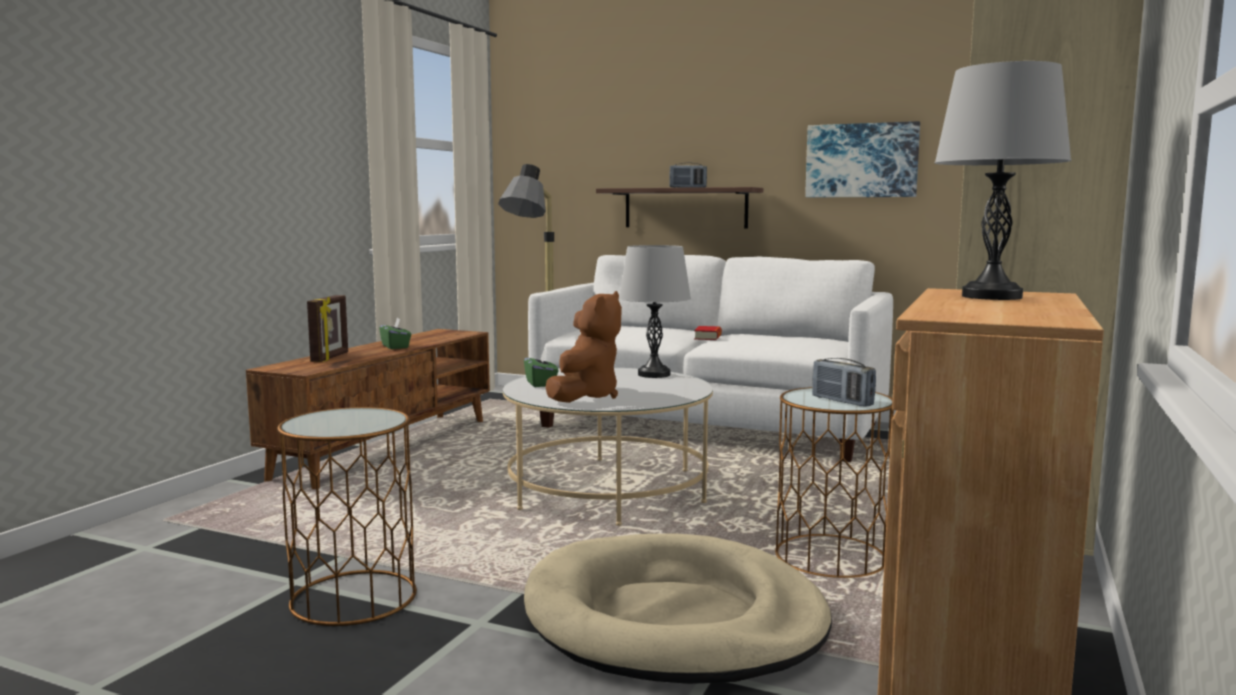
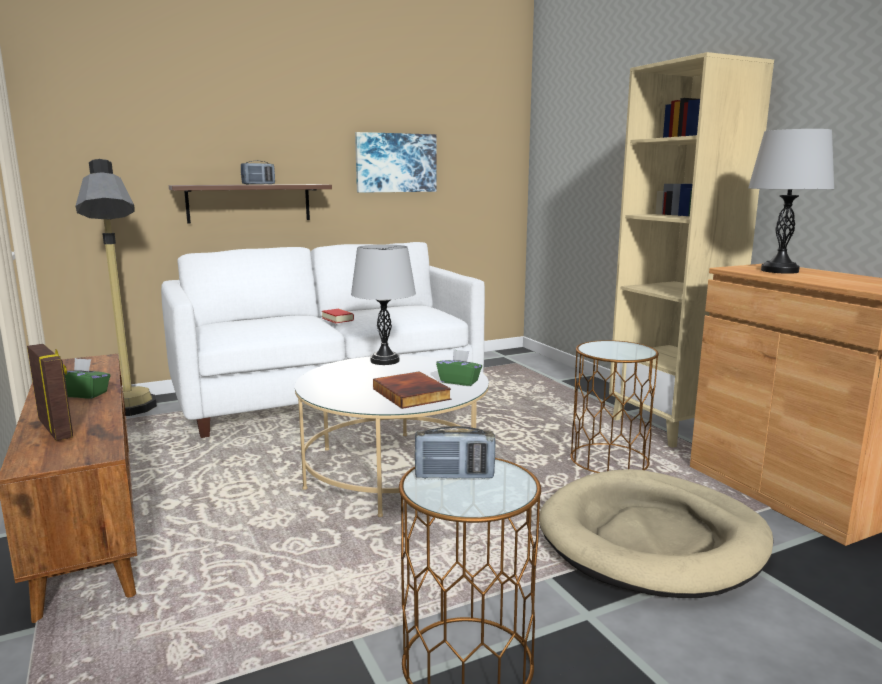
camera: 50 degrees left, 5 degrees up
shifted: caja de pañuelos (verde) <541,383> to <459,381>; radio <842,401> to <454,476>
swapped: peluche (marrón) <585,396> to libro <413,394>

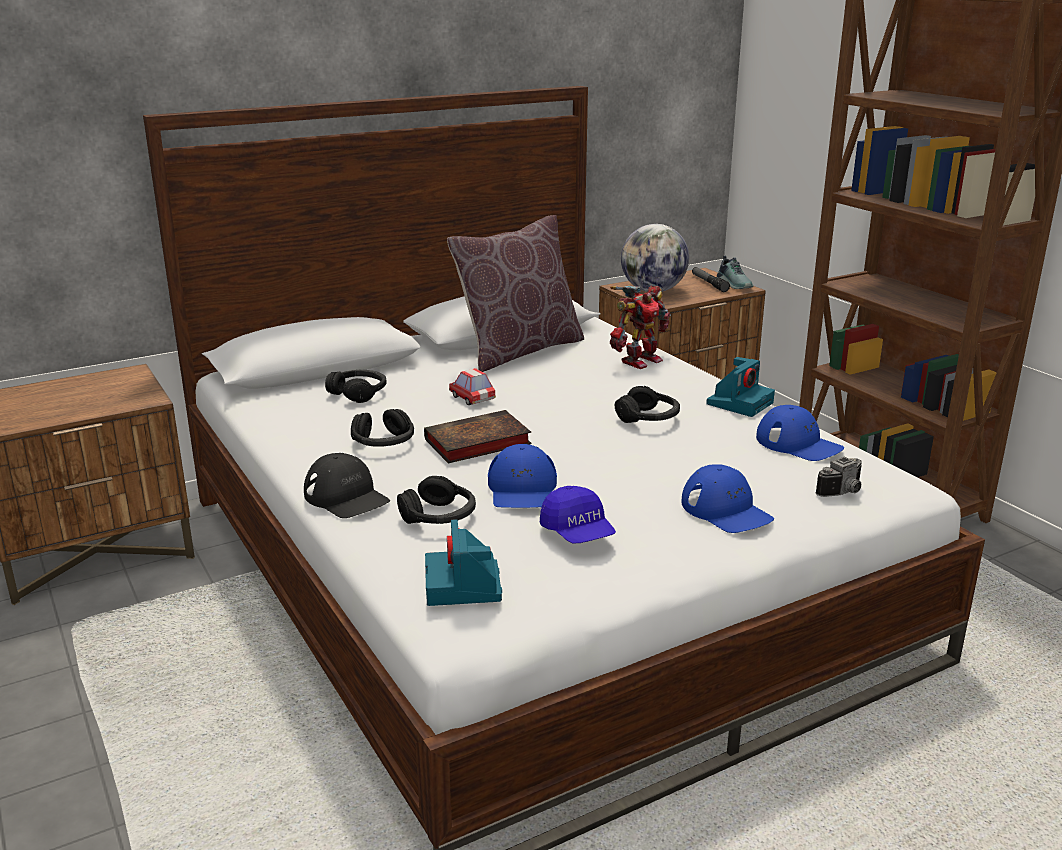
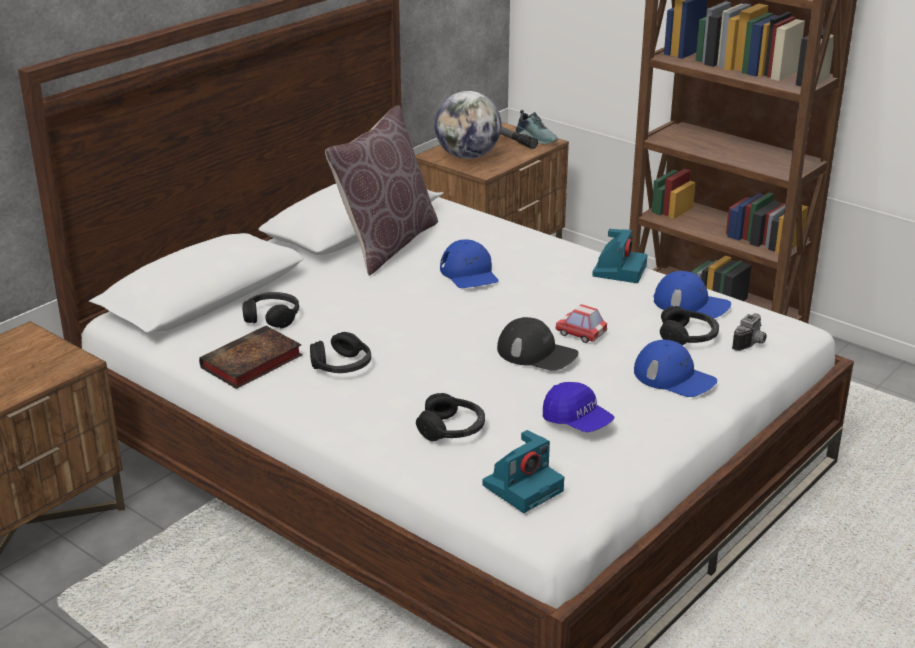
camera: 20 degrees left, 5 degrees up
gone: robot de juguete <639,360>
shifted: gorra (negro) <346,497> to <537,353>; libro <475,443> to <250,363>; coche de juguete <472,398> to <580,334>; gorra (azul) <522,489> to <469,273>; auriculares (negro) <648,418> to <688,337>
rotated: cámara <464,586> = <523,487> 105 degrees counterclockwise

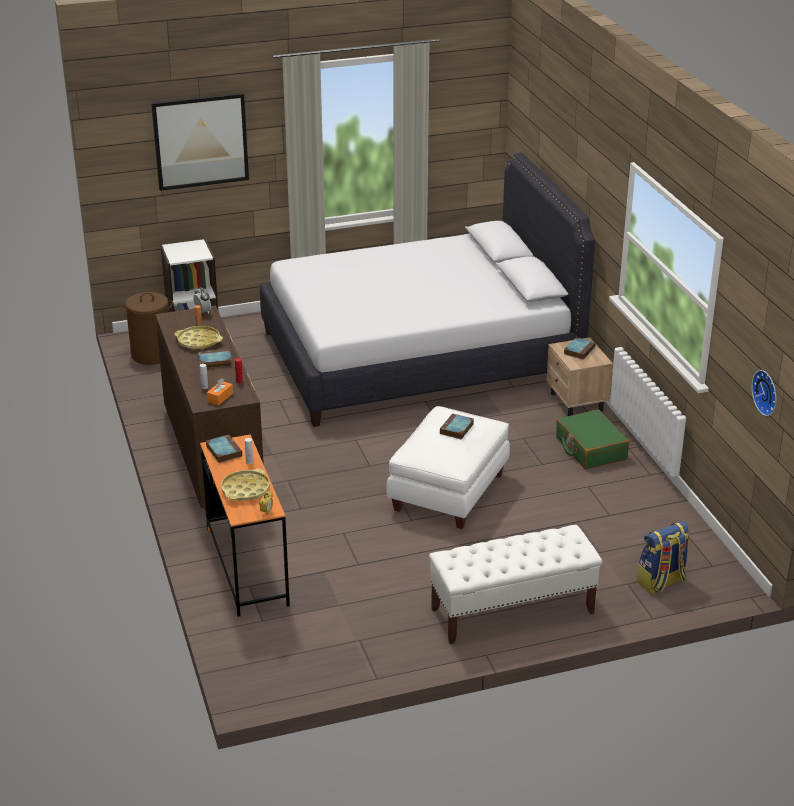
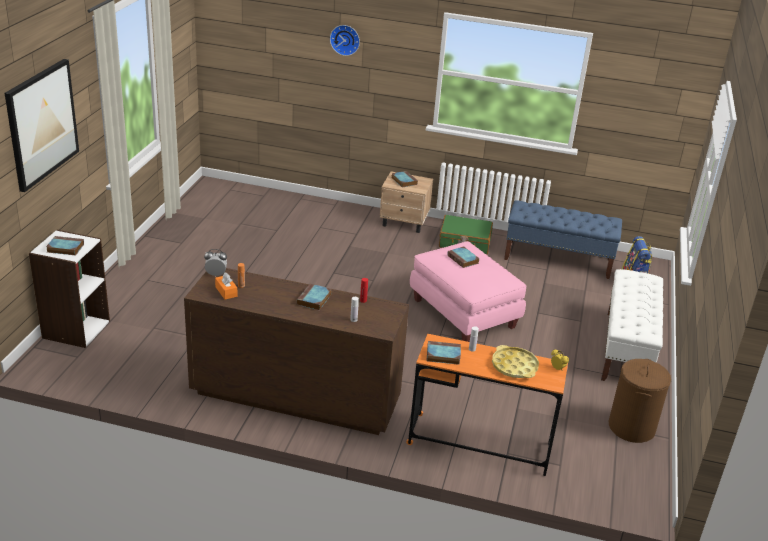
camera: 60 degrees left, 0 degrees up
gone: bandeja (amarillo) <199,341>; cama (blanco) <418,356>
new: libro <64,248>; banco (azul) <558,259>
shifted: cesto de la ropa (marrón) <151,355> to <631,427>; caja de pañuelos (naranja) <220,397> to <226,291>; reloj de pared <767,392> to <345,39>
repainted: puf (blanco) <449,492> to puf (rosa) <464,313>

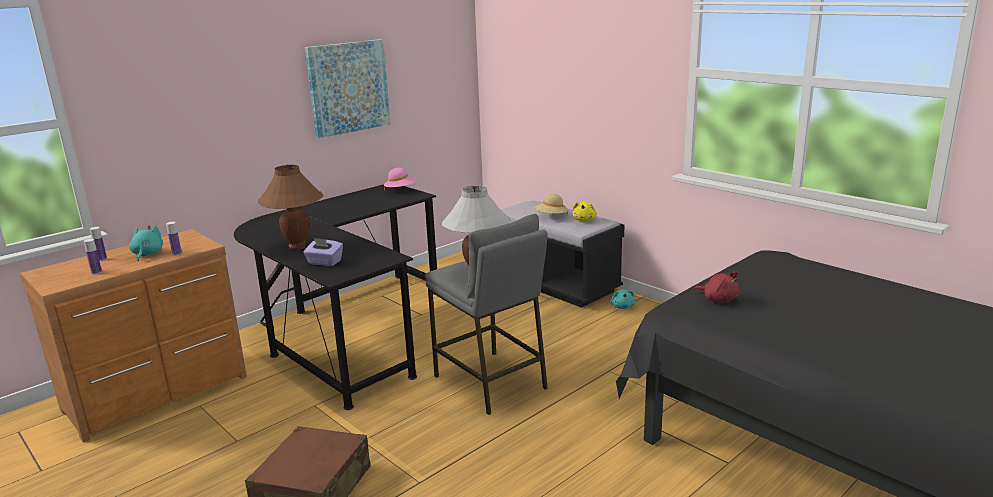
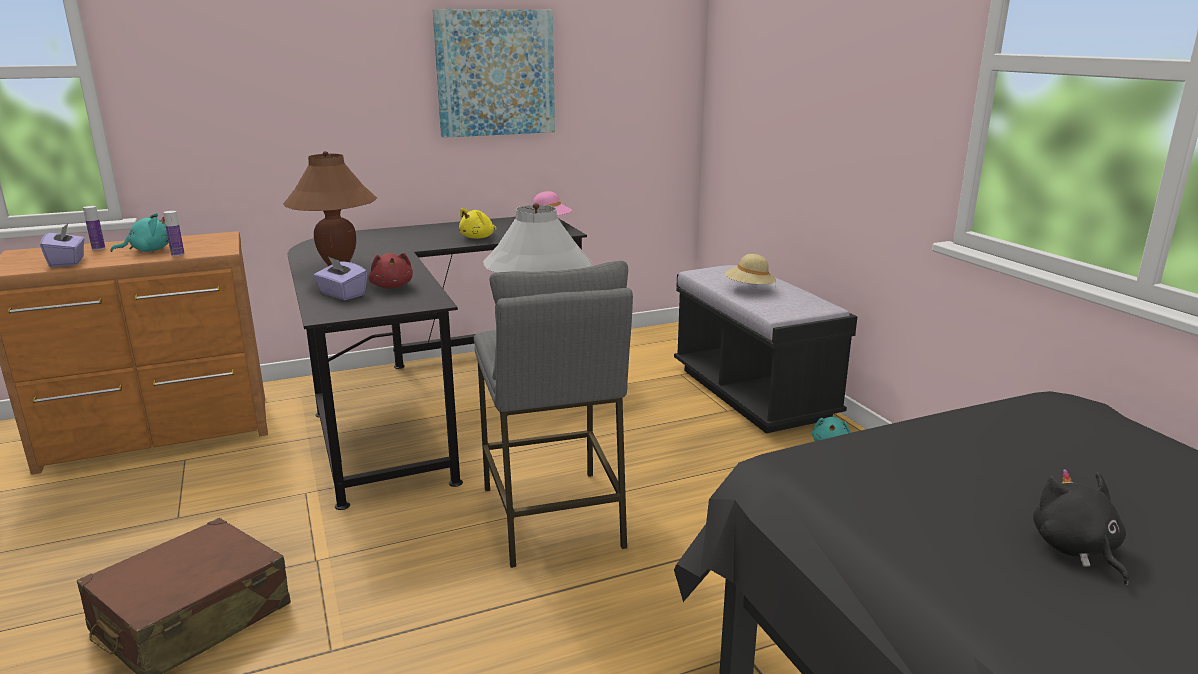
camera: 20 degrees right, 0 degrees up
new: peluche (negro) <1076,549>
shifted: peluche (amarillo) <584,220> to <478,237>; peluche (rojo) <718,299> to <392,286>
swapped: botella <96,272> to caja de pañuelos (morado) <68,262>
rotated: peluche (turquesa) <147,254> = <148,251> 45 degrees clockwise

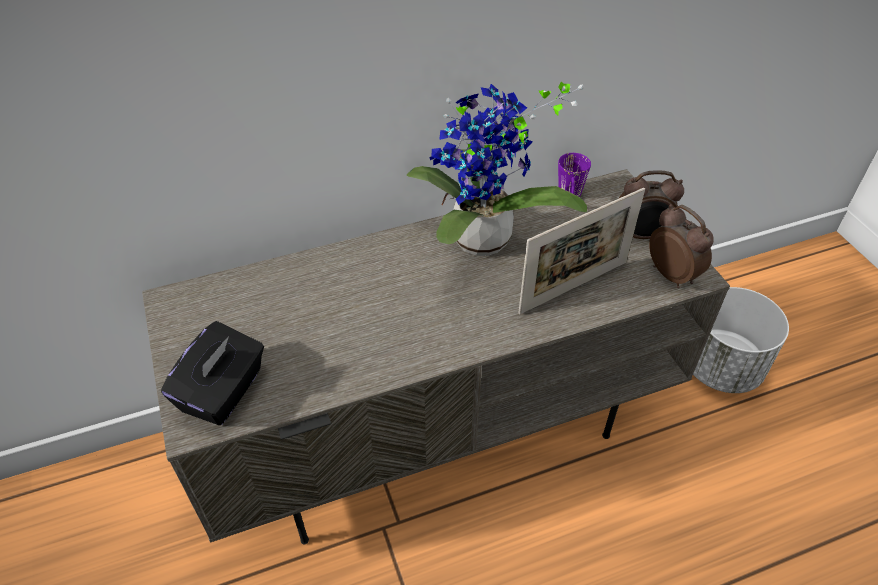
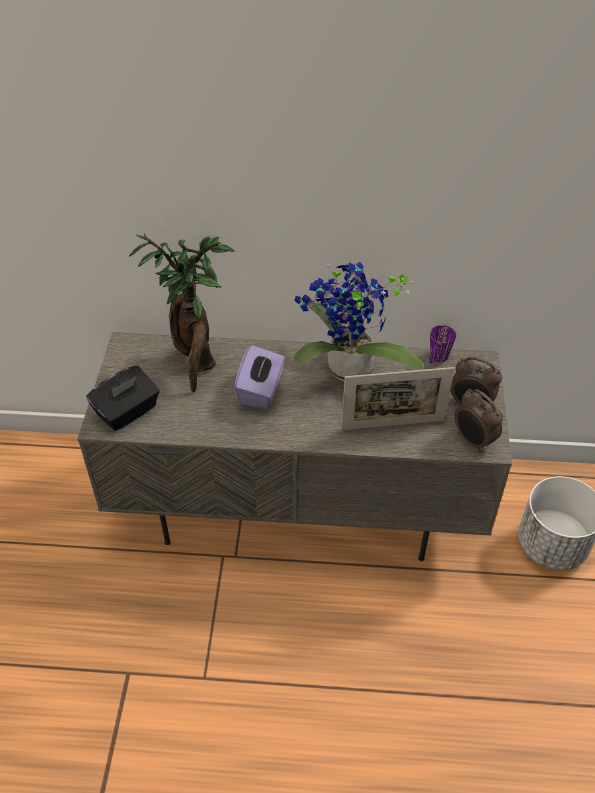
camera: 25 degrees right, 0 degrees up
new: planta en maceta <196,363>; caja de pañuelos (morado) <261,390>
rotated: despertador <672,274> = <473,441> 150 degrees clockwise

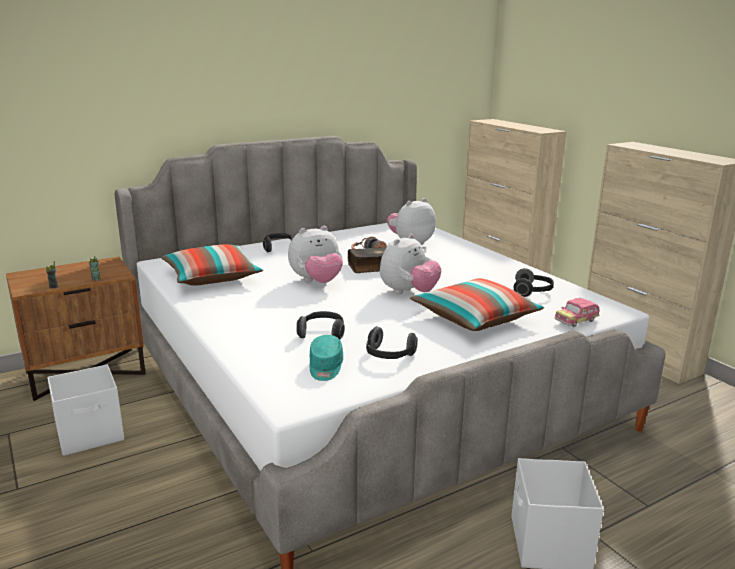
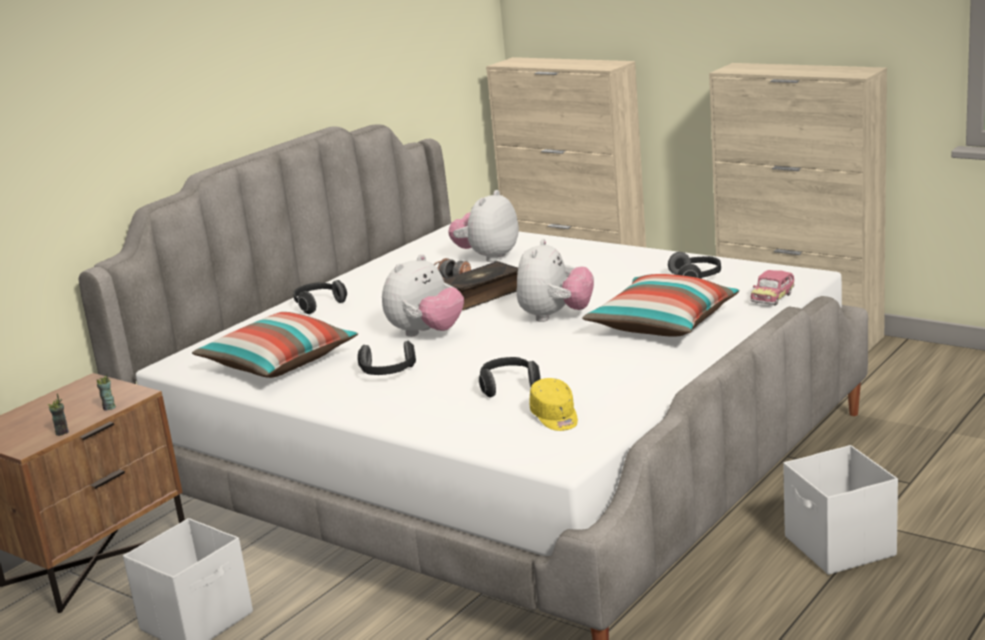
camera: 20 degrees left, 0 degrees up
shifted: auriculares <388,356> to <387,373>
repainted: gorra (turquesa) <325,367> to gorra (amarillo) <555,417>

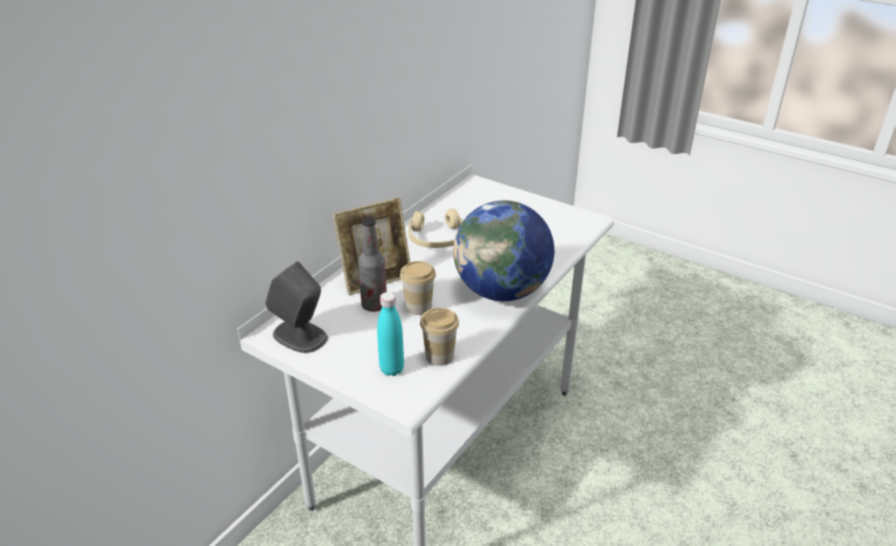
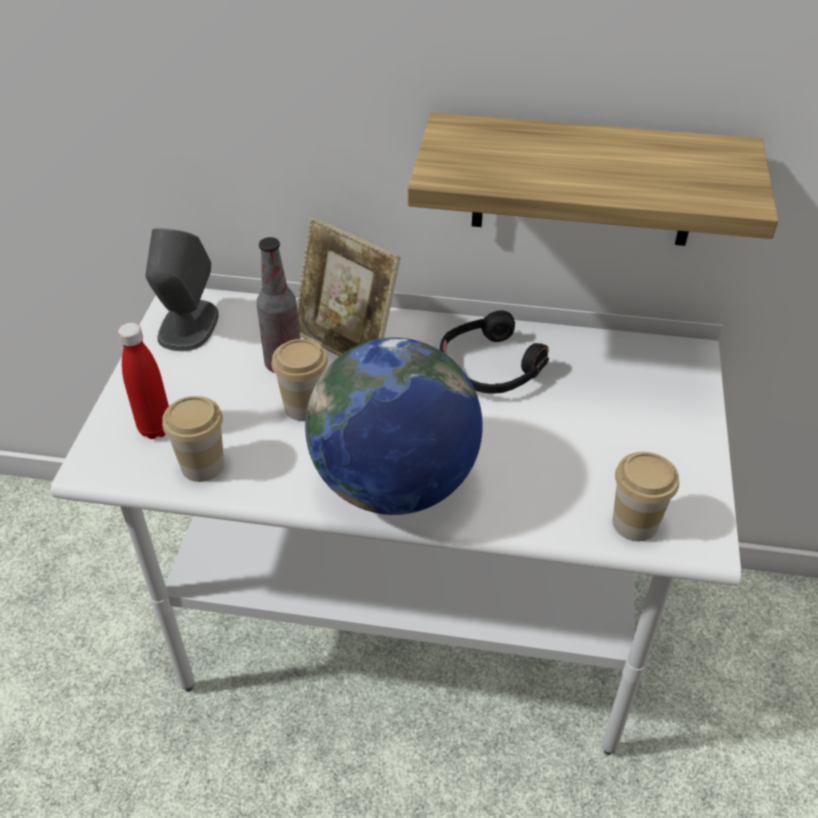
camera: 65 degrees right, 10 degrees up
new: estante <585,181>; taza <635,523>
repainted: botella (turquesa) <392,369> to botella (rojo) <155,428>; auriculares (beis) <437,238> to auriculares (negro) <490,367>

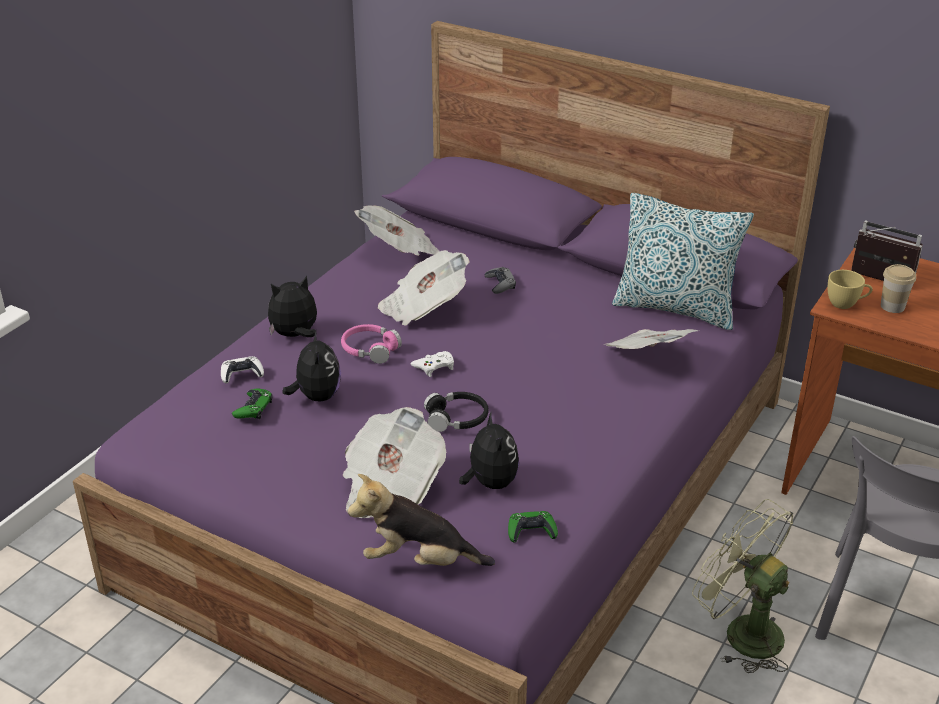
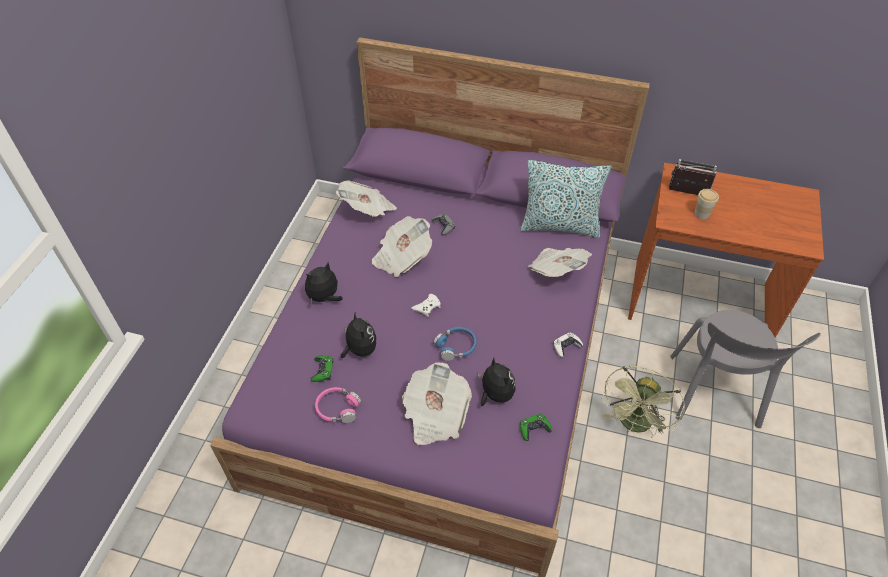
camera: 15 degrees left, 15 degrees up
gone: peluche <419,561>; taza (amarillo) <846,304>
shifted: mando de consola (blanco) <242,374> to <566,346>; auriculares (rosa) <370,350> to <338,408>
repainted: auriculares (negro) <457,419> to auriculares (azul) <456,347>
rotated: ventilador (verde) <741,632> = <634,425> 90 degrees counterclockwise

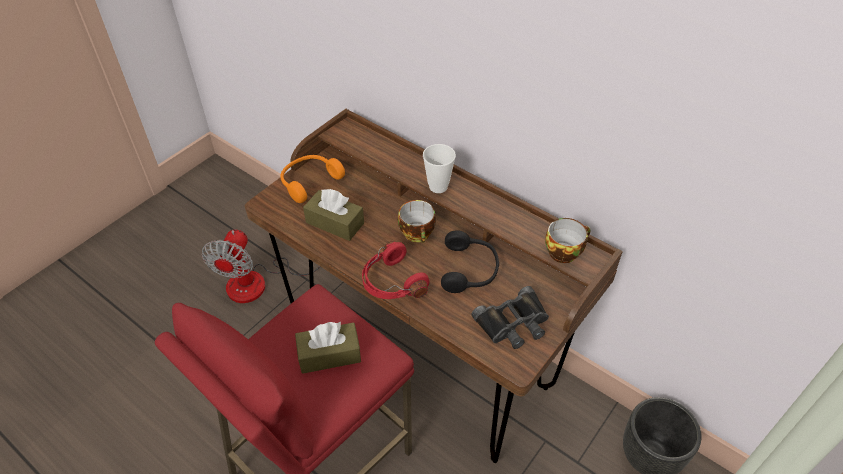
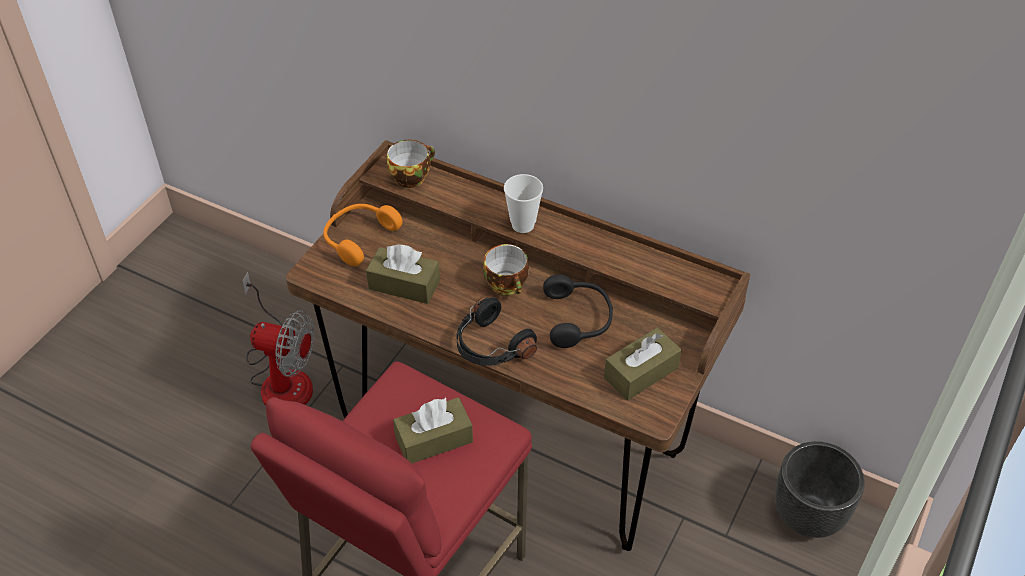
camera: 10 degrees left, 0 degrees up
shifted: taza <564,251> to <411,176>
swapped: prismáticos (negro) <513,323> to caja de pañuelos (marrón) <641,372>
repainted: auriculares (rojo) <392,282> to auriculares (negro) <491,346>
rotated: ventilador <260,282> = <282,377> 75 degrees counterclockwise

